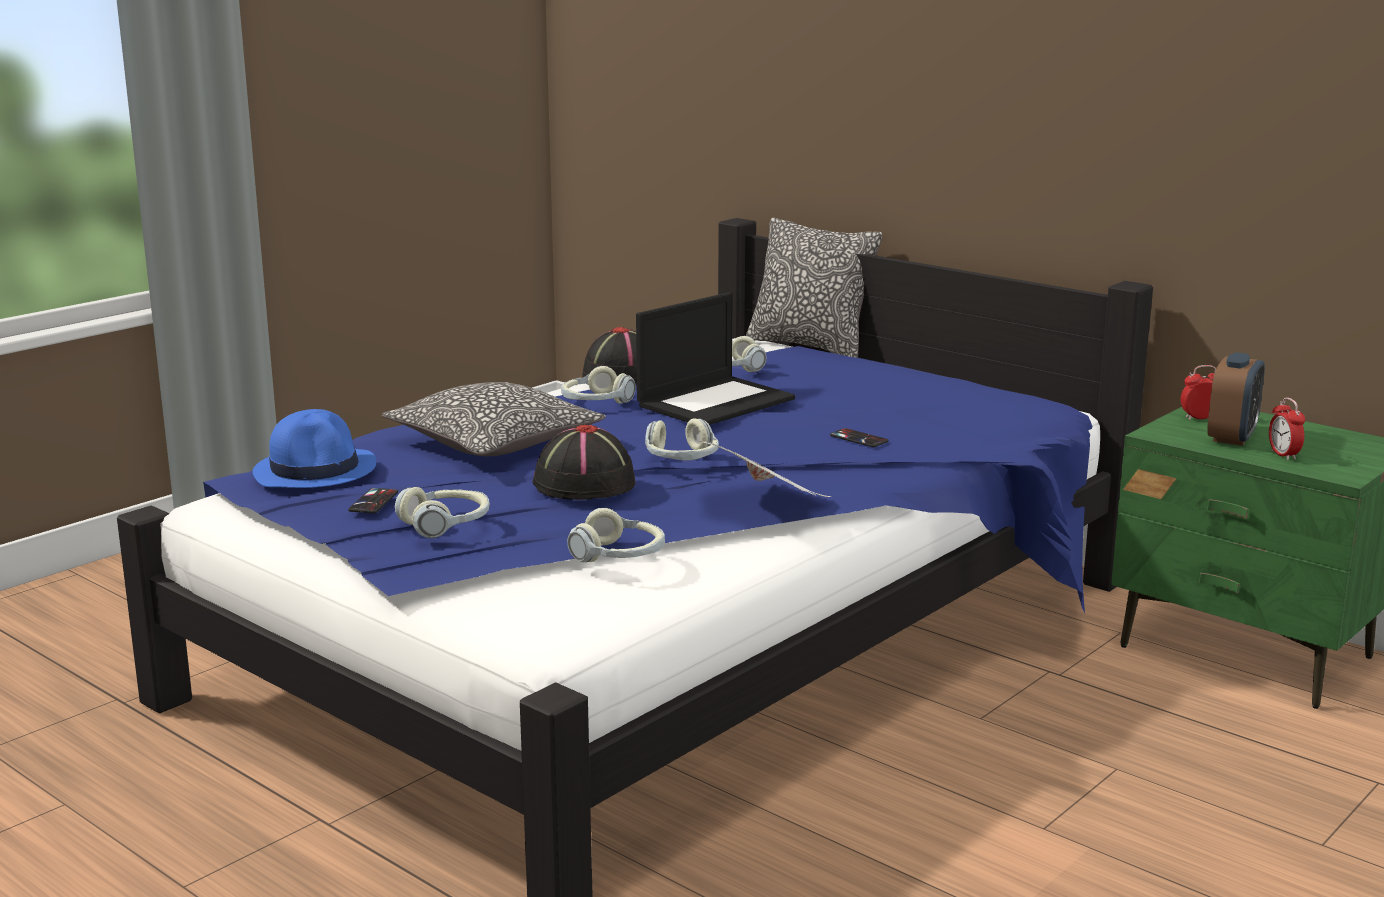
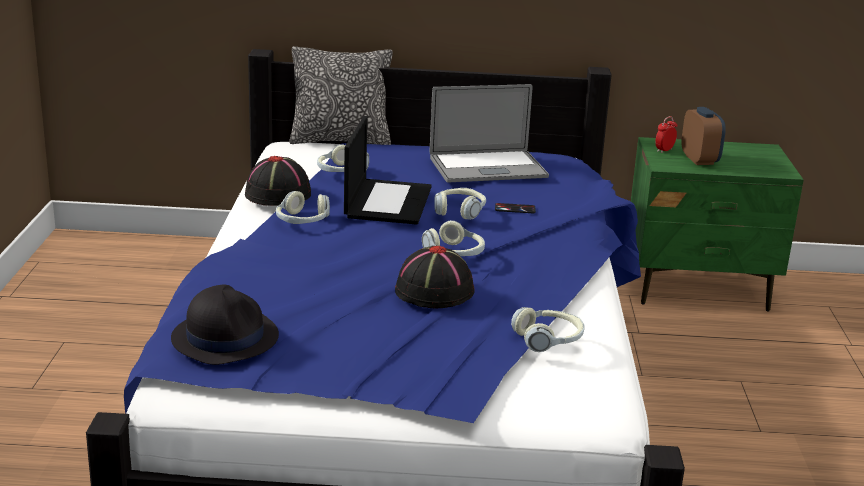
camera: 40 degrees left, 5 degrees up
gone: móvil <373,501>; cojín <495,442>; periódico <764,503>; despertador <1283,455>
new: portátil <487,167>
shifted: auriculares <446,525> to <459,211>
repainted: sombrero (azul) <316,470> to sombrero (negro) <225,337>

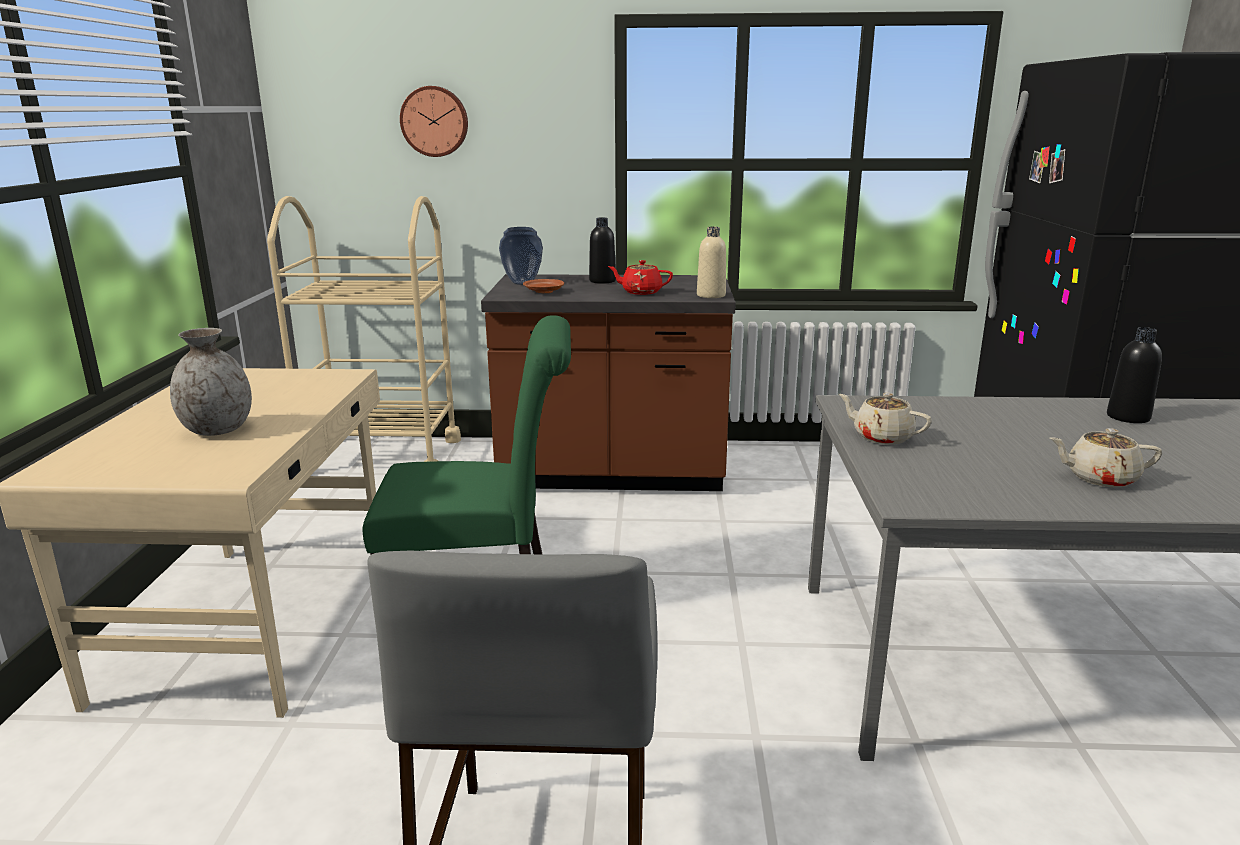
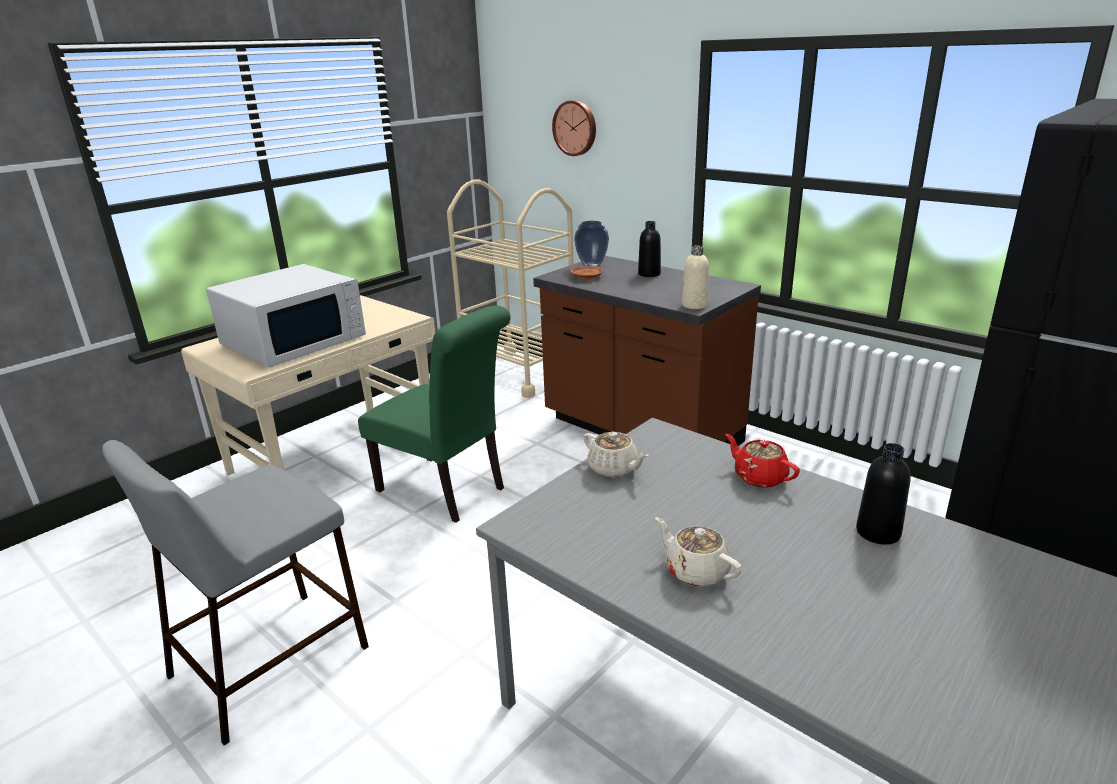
camera: 40 degrees right, 5 degrees up
shifted: tetera (rojo) <640,292> to <759,477>
swapped: florero (gris) <217,430> to microondas (blanco) <295,341>
rotated: tetera (beis) <881,437> = <614,469> 150 degrees clockwise

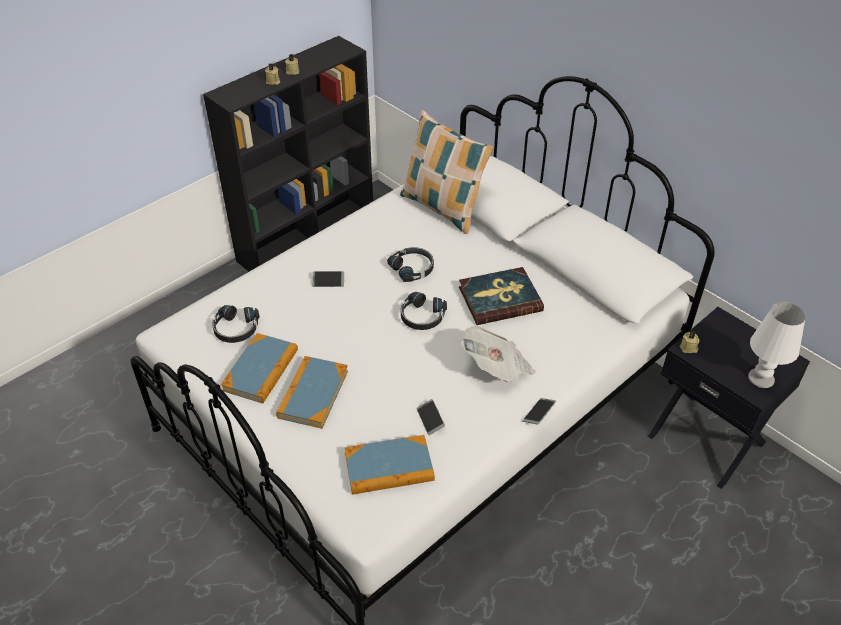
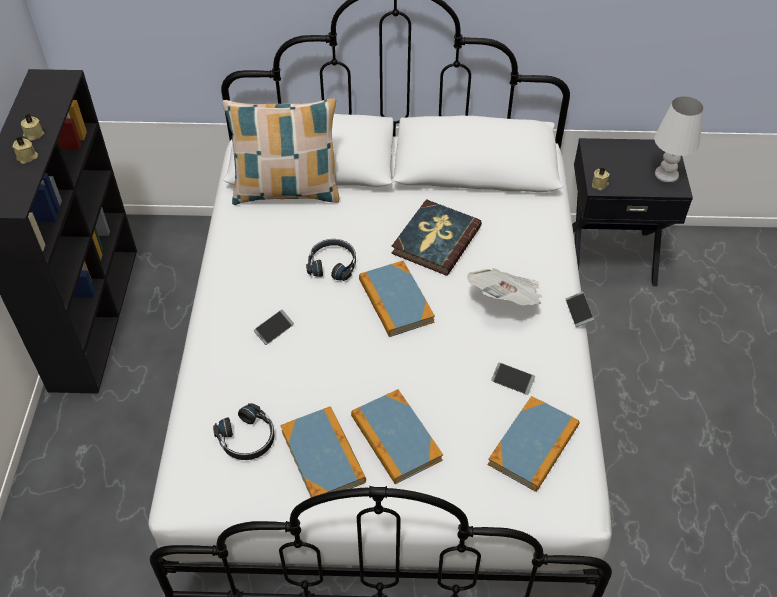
camera: 45 degrees left, 5 degrees up
swapped: auriculares (negro) <422,317> to libro <395,301>

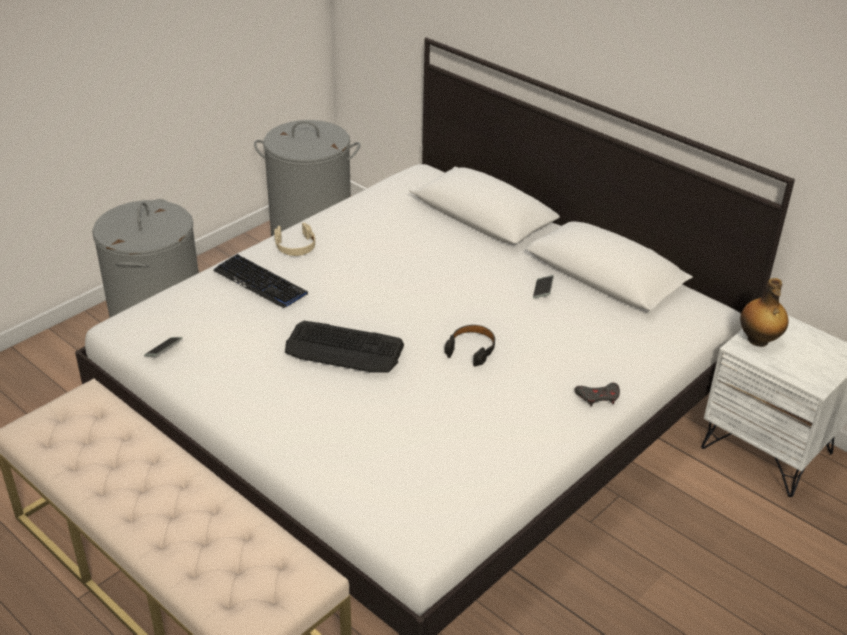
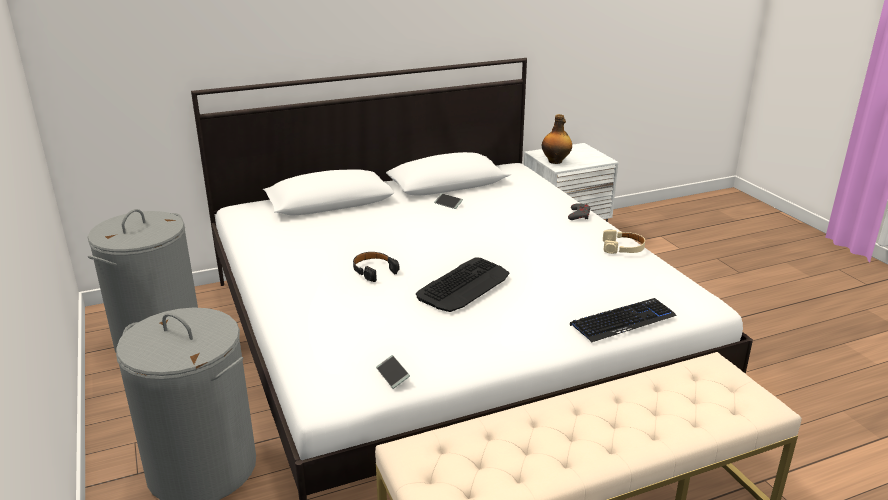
camera: 65 degrees left, 10 degrees down
shifted: teclado <260,282> to <623,321>; auriculares (beis) <295,246> to <623,248>; auriculares (negro) <471,349> to <374,270>

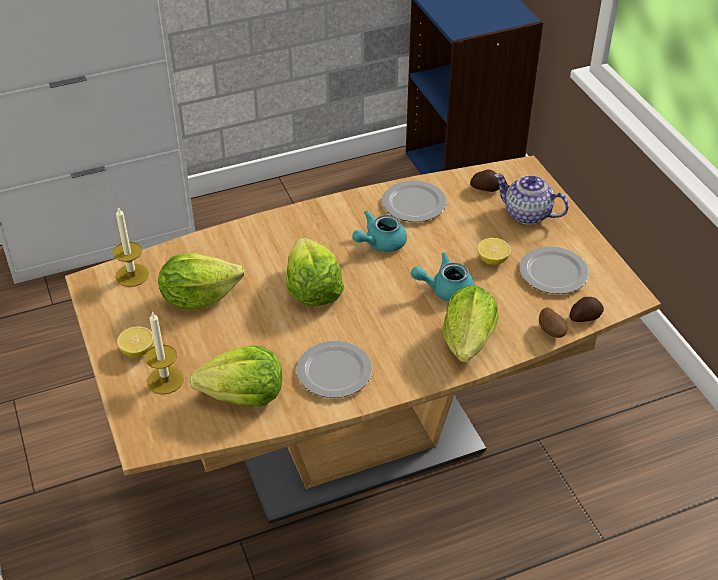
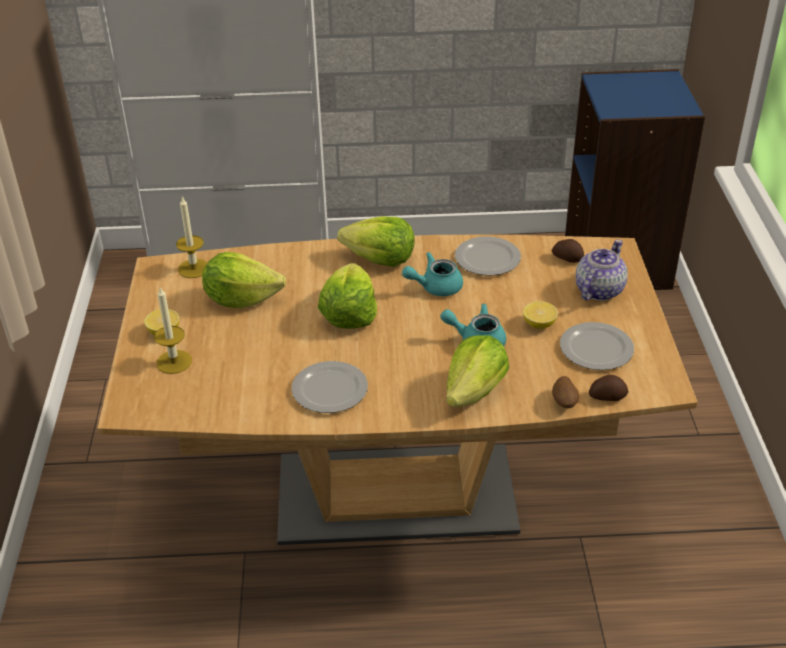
camera: 20 degrees right, 5 degrees down
shifted: lechuga <243,395> to <380,259>
rotated: tetera <528,214> = <598,290> 75 degrees clockwise

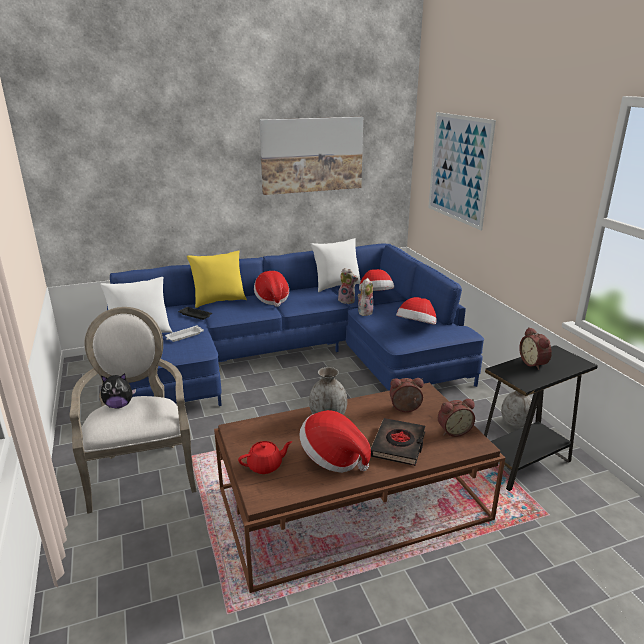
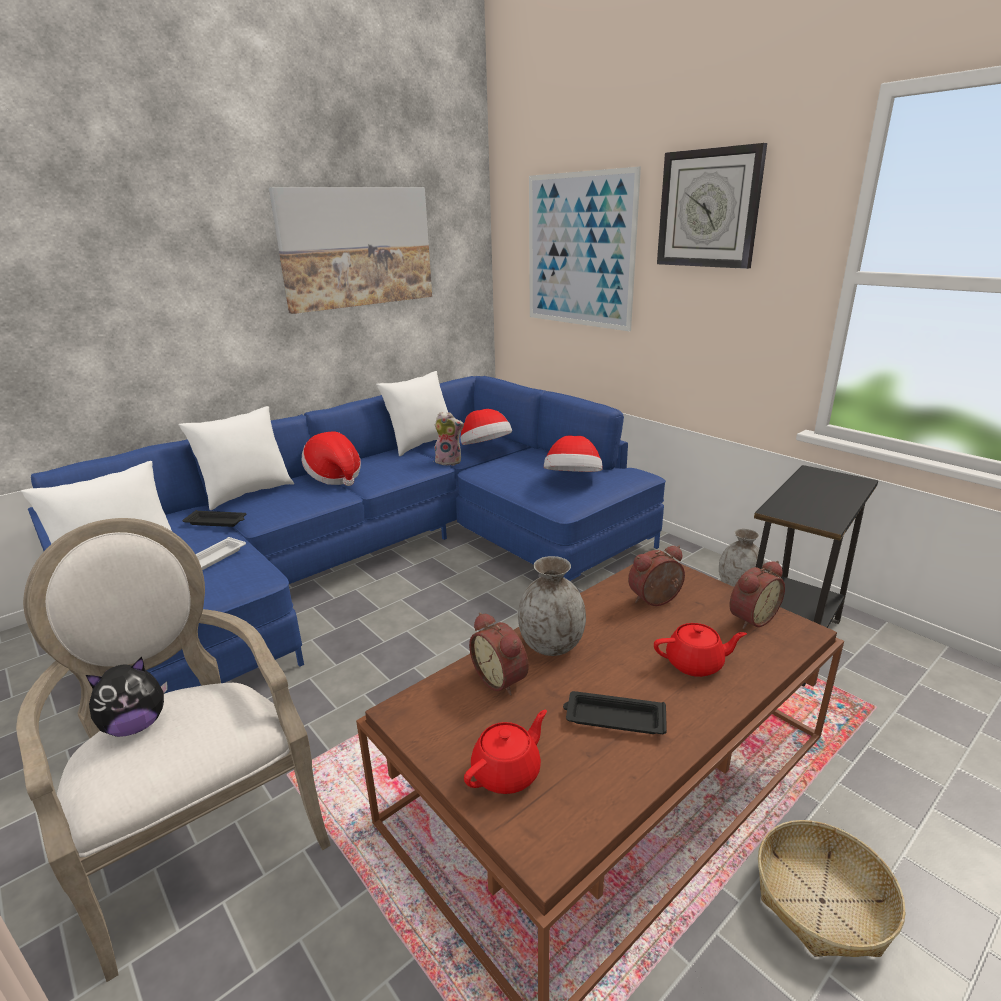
camera: 20 degrees left, 0 degrees up
gone: peluche <365,312>
new: reloj de pared <708,209>; cesta <822,900>
shifted: despertador <534,363> to <502,678>
swapped: sombrero <333,458> to bandeja (negro) <613,718>; libro (negro) <398,445> to tetera (rojo) <695,664>
repainted: cojín (amarillo) <219,301> to cojín (blanco) <247,493>

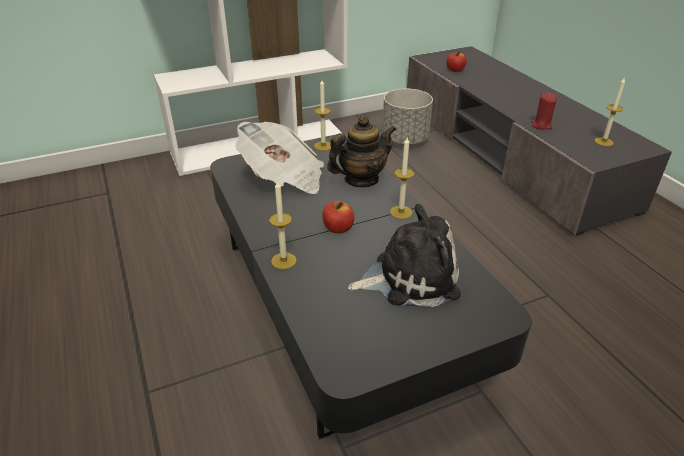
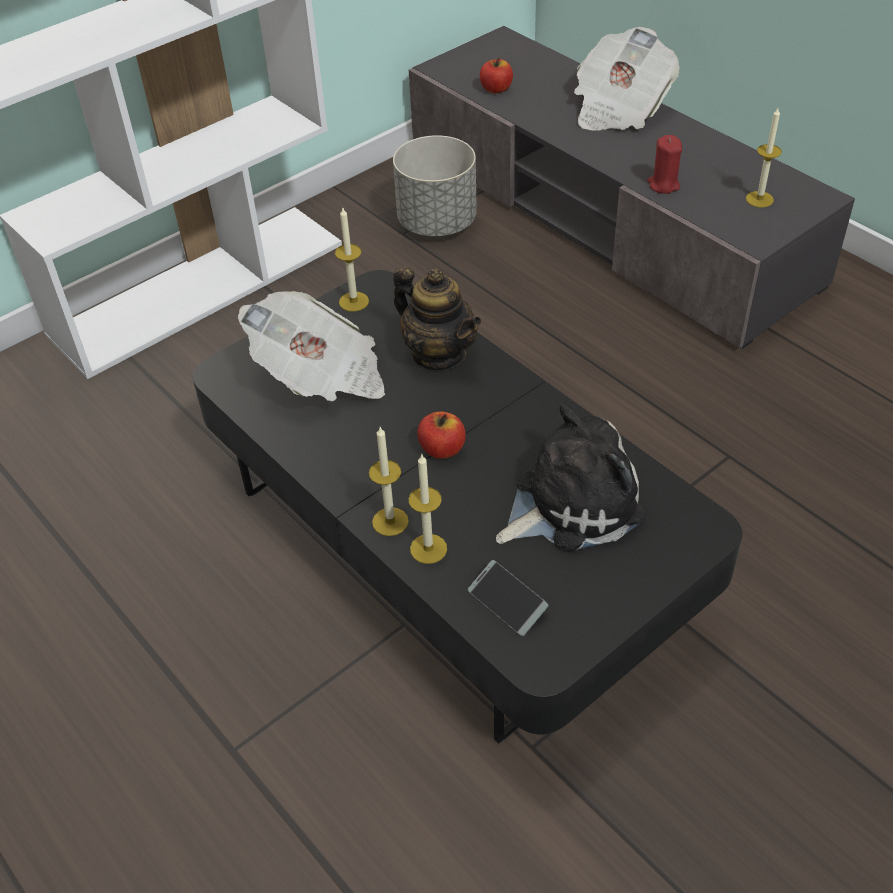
camera: 15 degrees left, 10 degrees up
new: móvil <507,603>; periódico <619,108>
shifted: vela <401,212> to <428,549>
rotated: tetera <361,179> = <439,354> 90 degrees clockwise

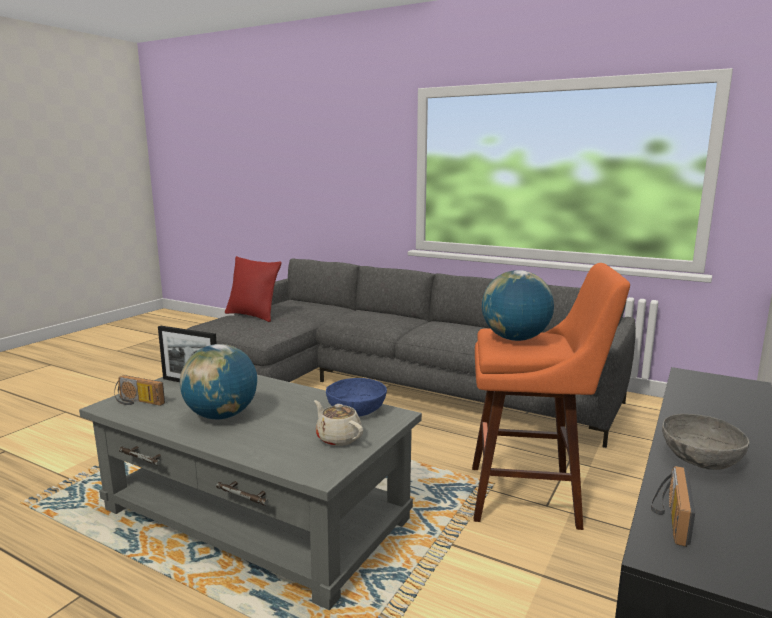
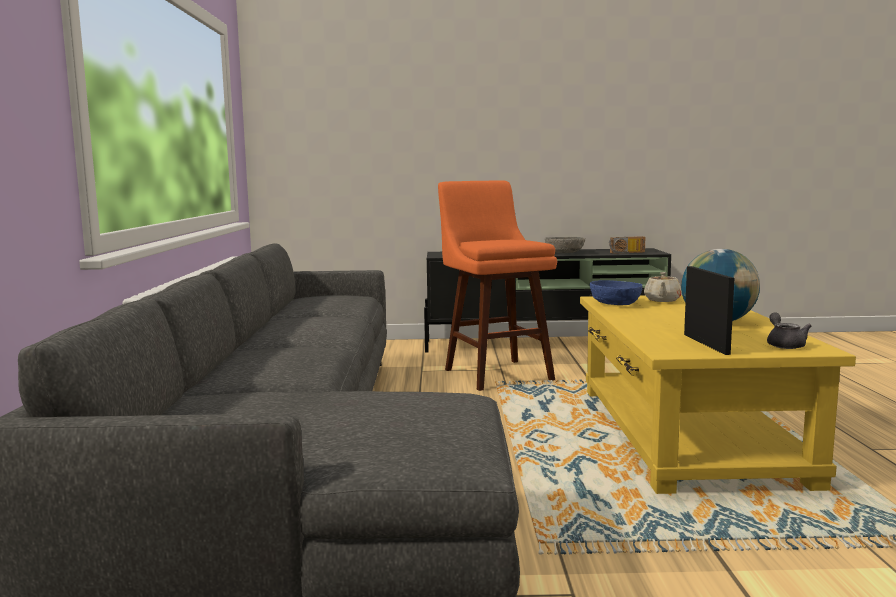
camera: 120 degrees left, 5 degrees down
gone: cojín (rojo) <253,315>; globo terráqueo <515,339>
swapped: radio <137,402> to tetera (gris) <784,344>
repainted: mesa de centro (gris) <256,515> to mesa de centro (amarillo) <685,433>

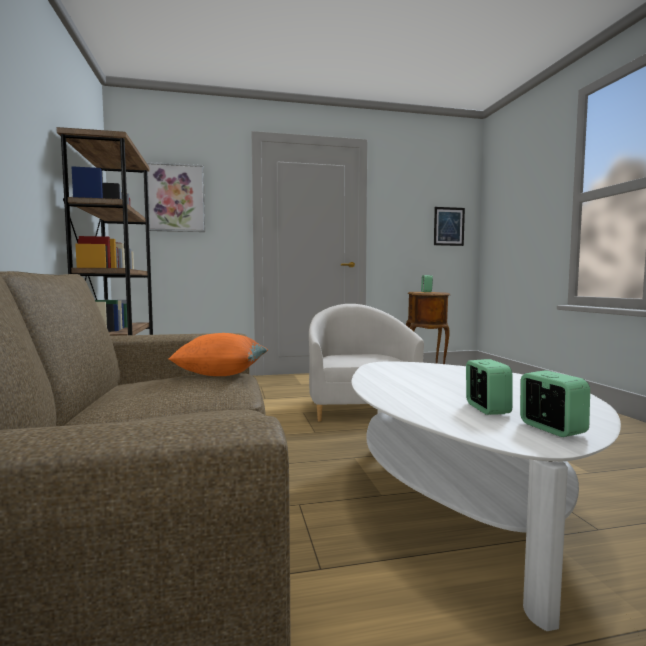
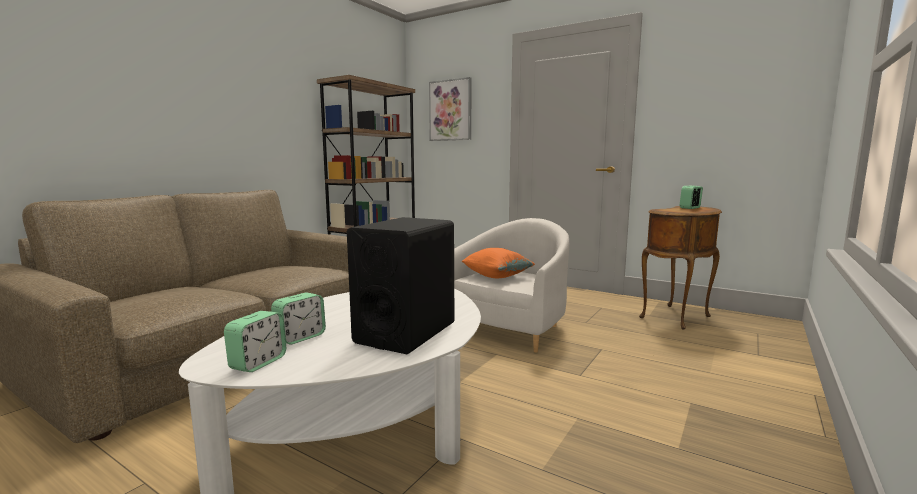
camera: 45 degrees right, 5 degrees up
gone: cuadro <449,226>
new: altavoz (negro) <406,333>
shifted: cojín (naranja) <221,374> to <497,276>

